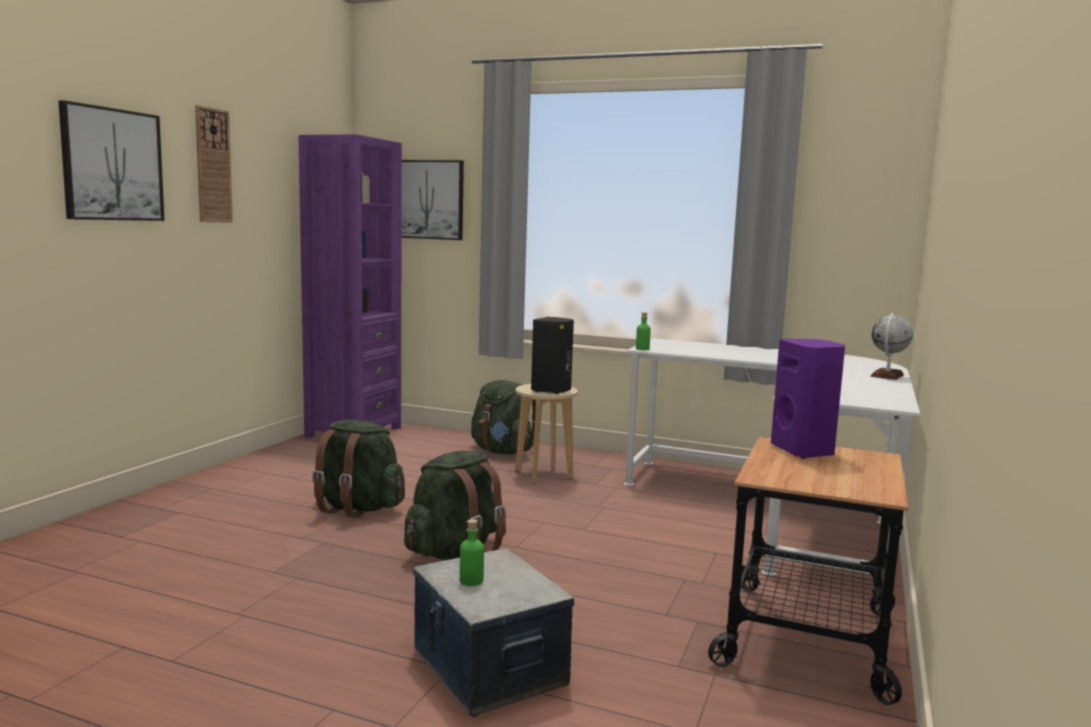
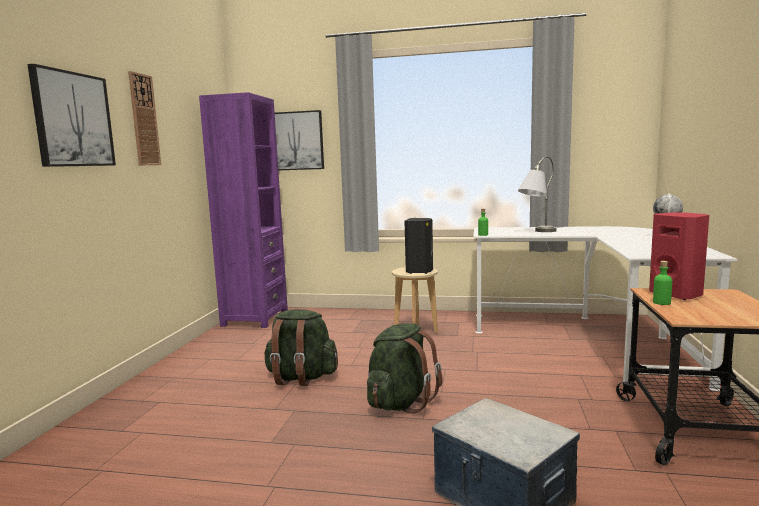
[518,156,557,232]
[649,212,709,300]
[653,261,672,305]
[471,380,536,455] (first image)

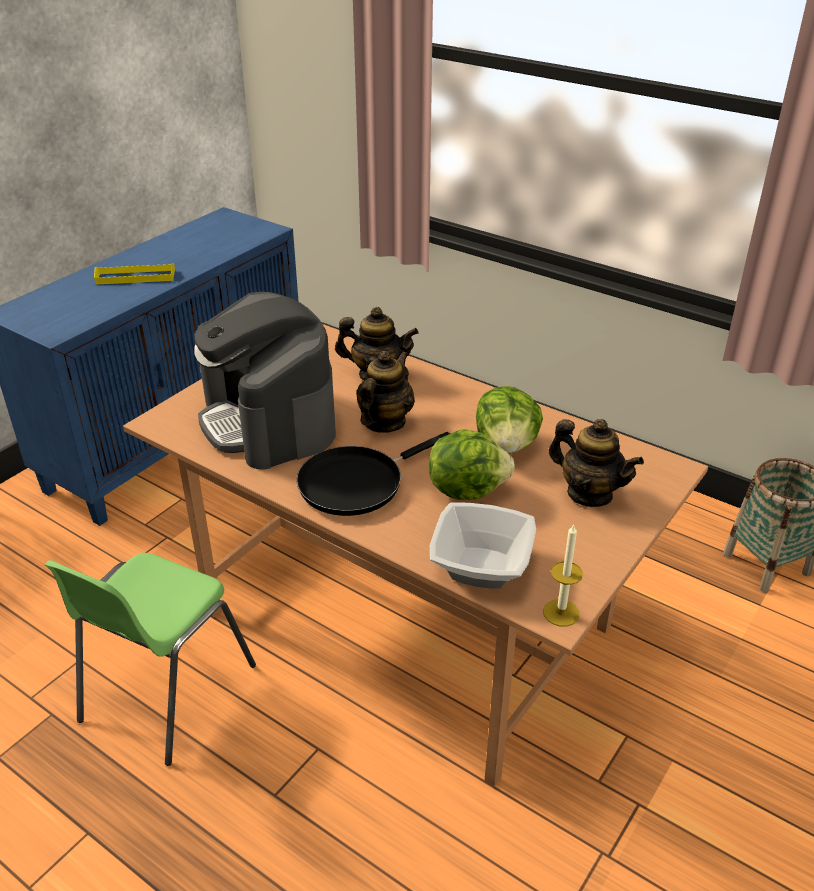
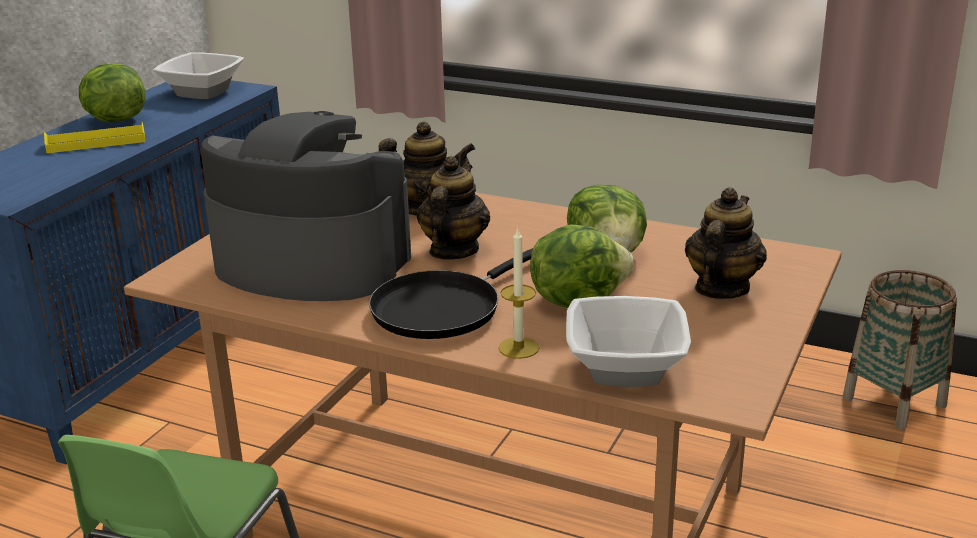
[79,63,145,122]
[153,52,244,99]
[200,111,411,301]
[498,227,539,359]
[685,187,767,299]

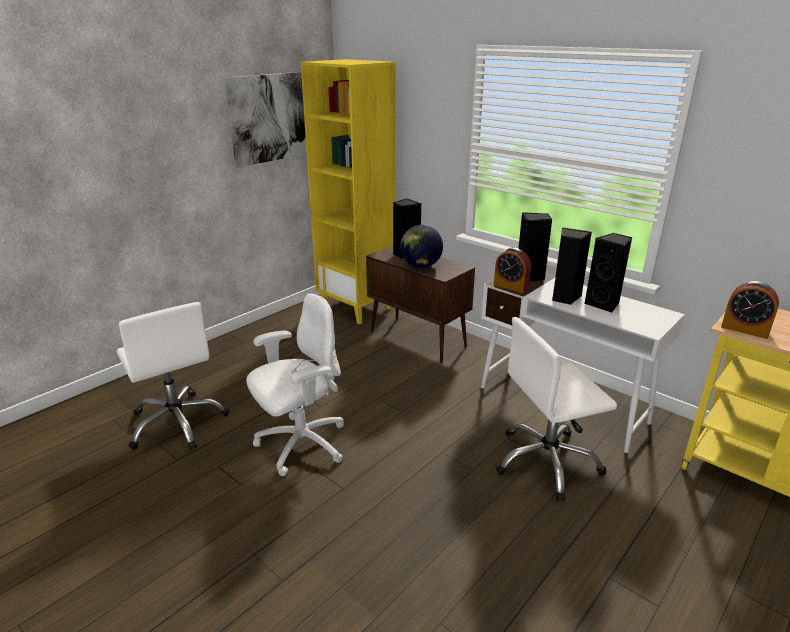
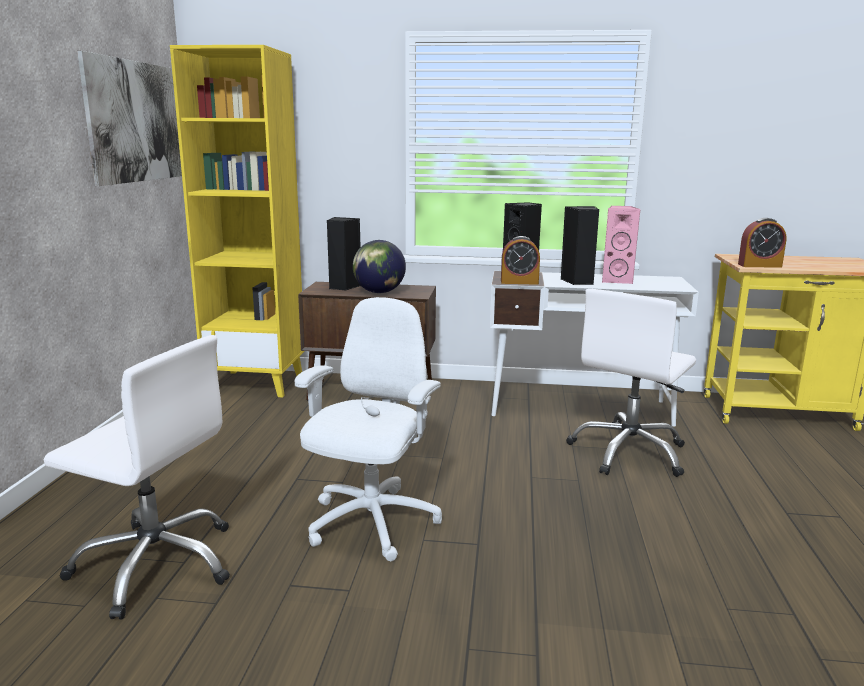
[602,206,640,284]

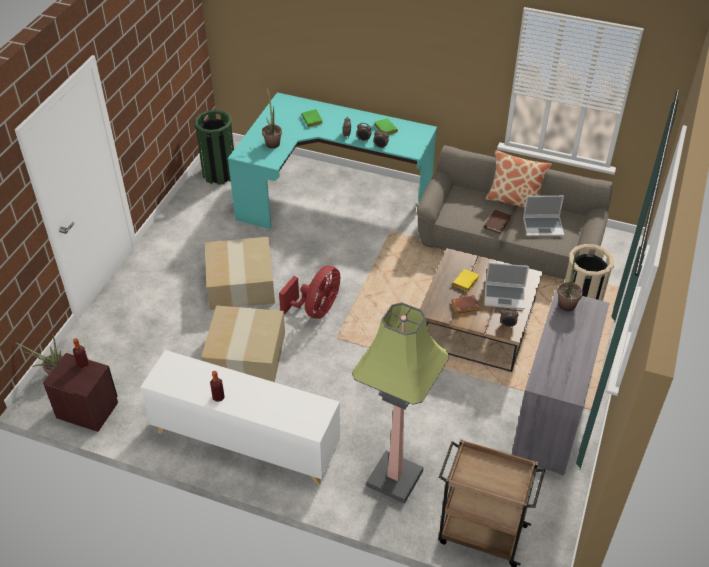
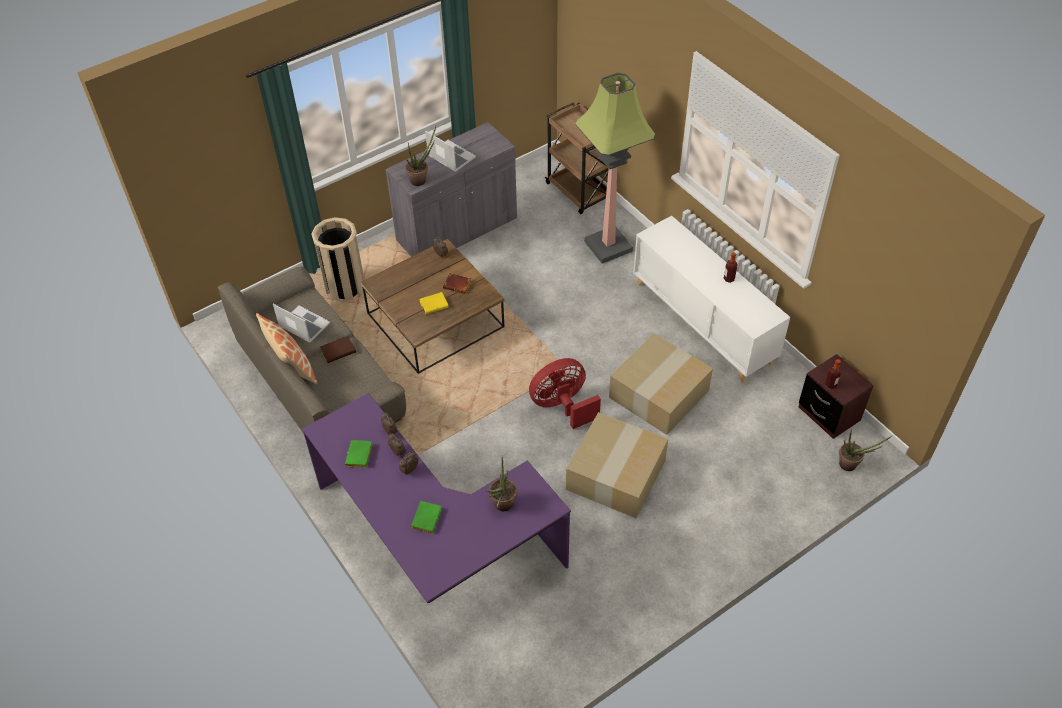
[302,393,571,603]
[425,131,476,172]
[194,110,234,185] (first image)

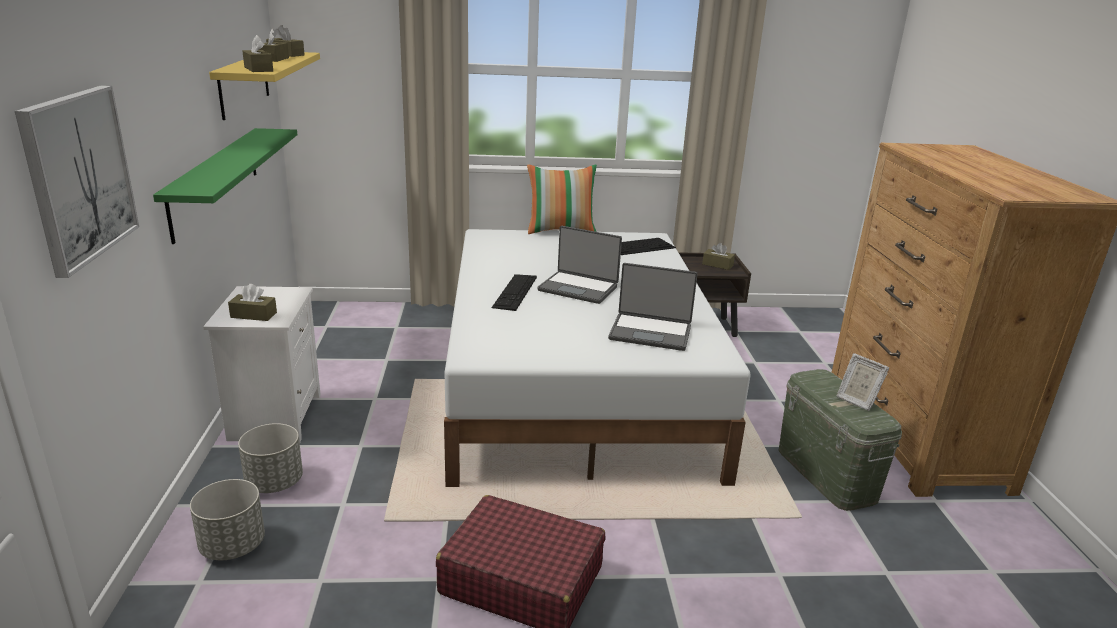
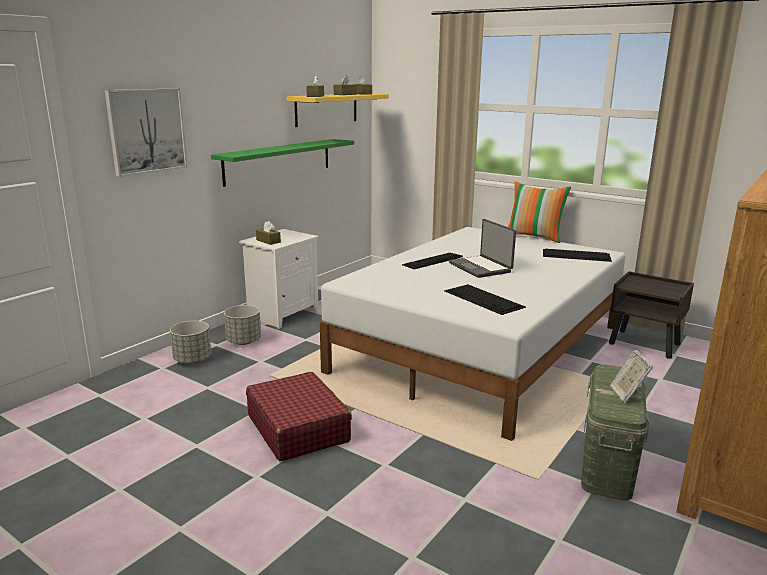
[444,284,526,315]
[702,243,735,270] (first image)

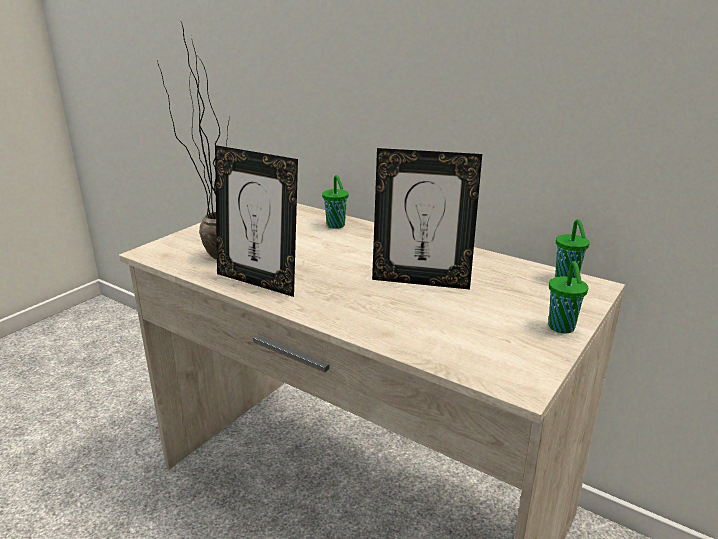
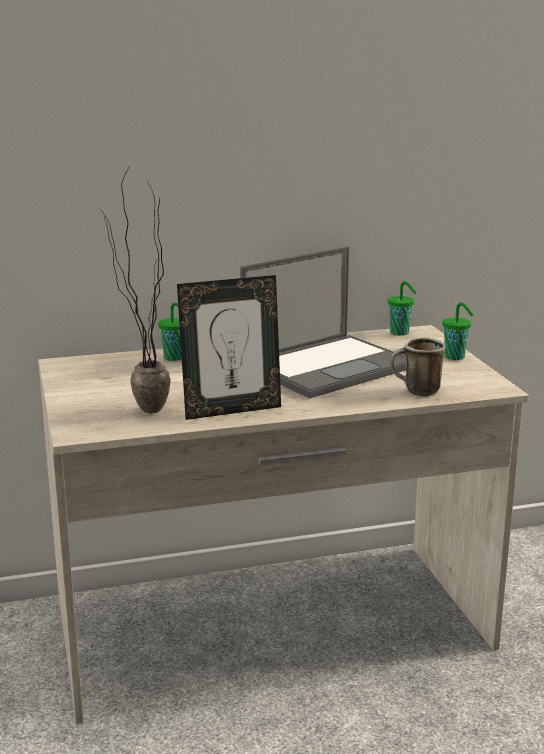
[240,246,406,398]
[390,337,445,396]

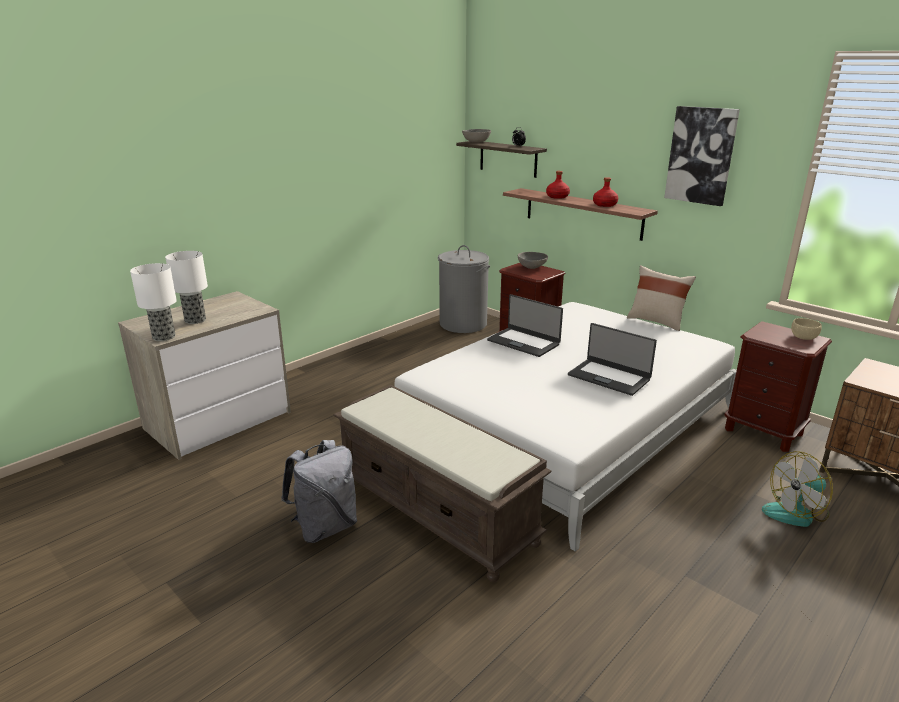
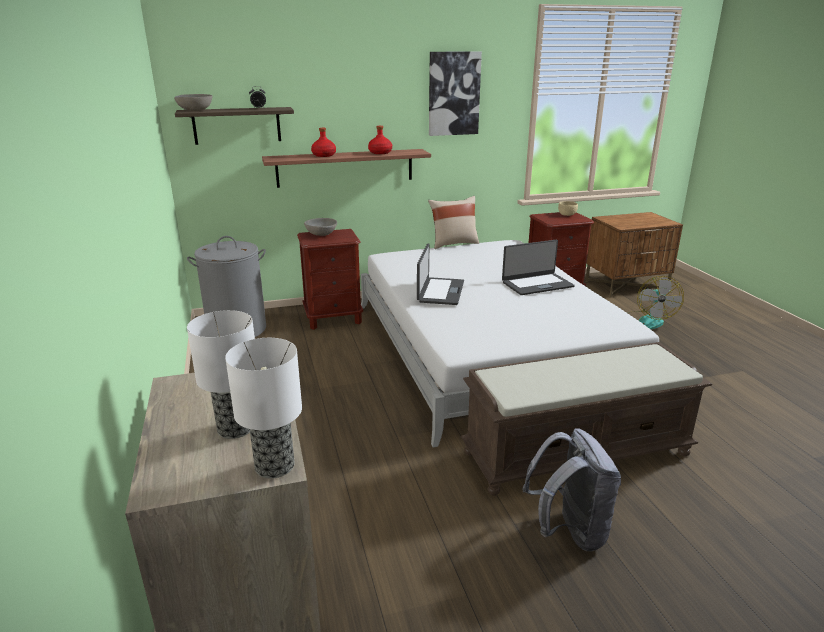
[417,244,464,305]

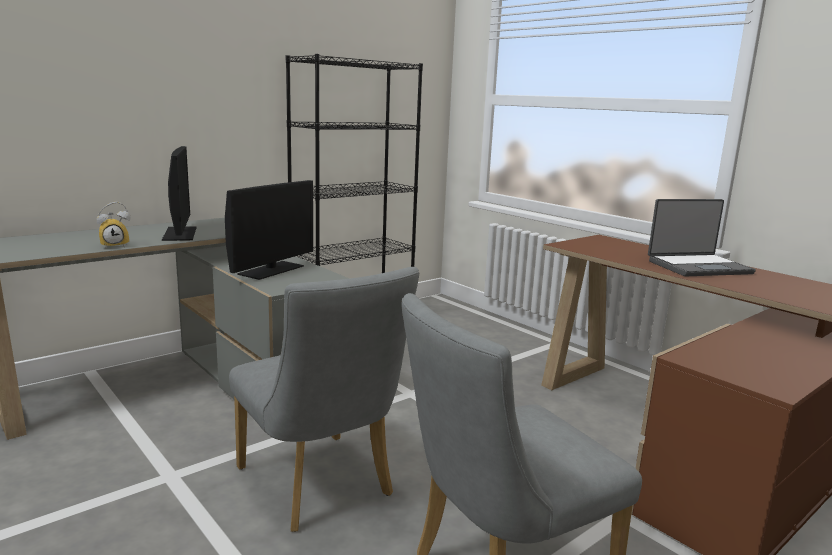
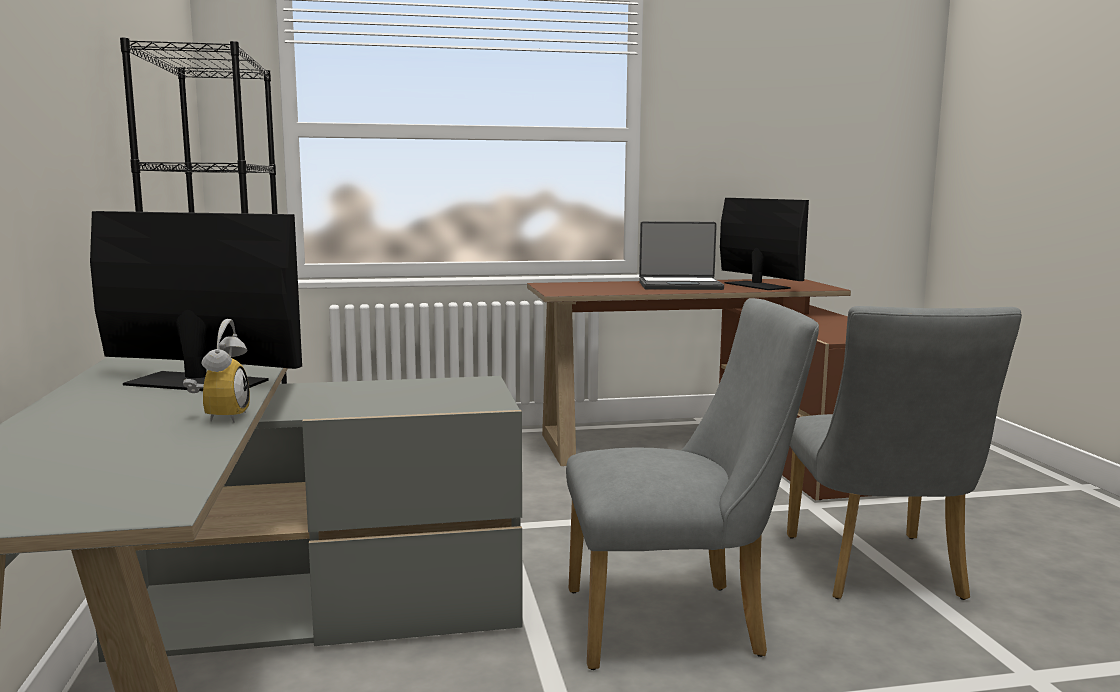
[639,221,724,290]
[720,198,809,290]

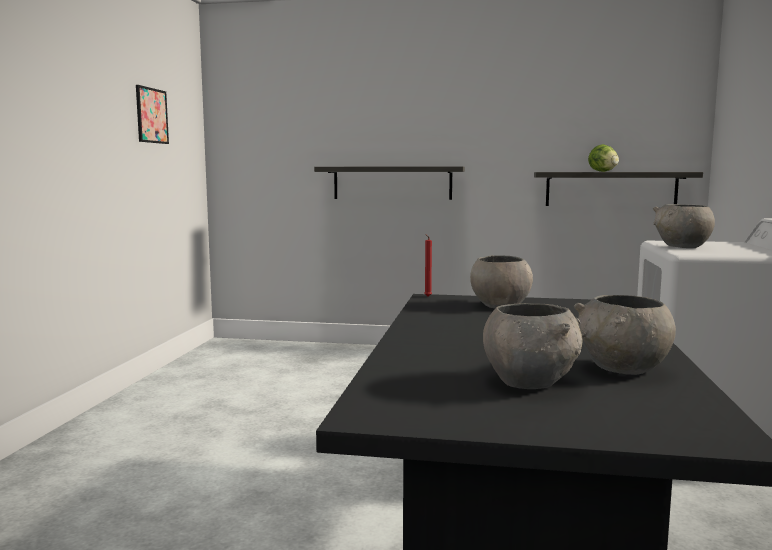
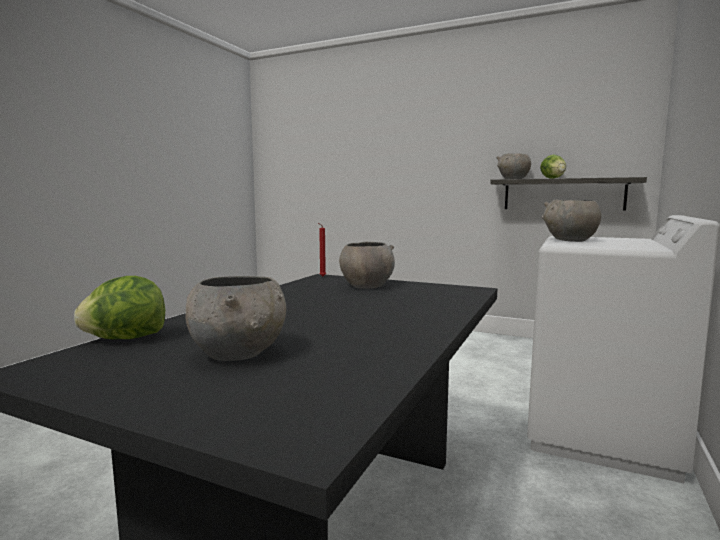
[74,276,165,339]
[496,153,531,179]
[136,85,169,144] (first image)
[314,166,465,200] (first image)

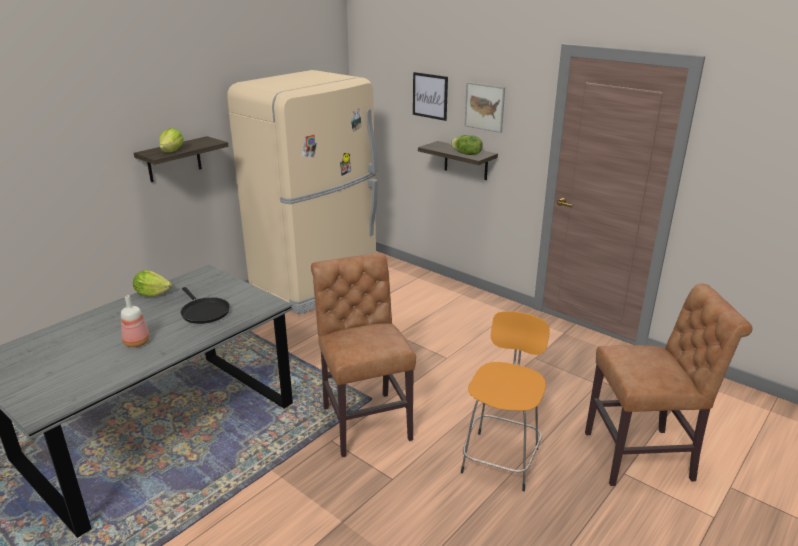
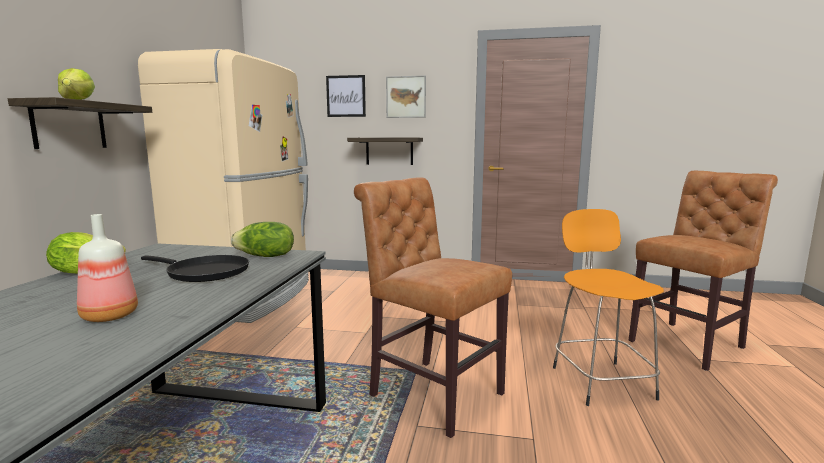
[231,222,294,257]

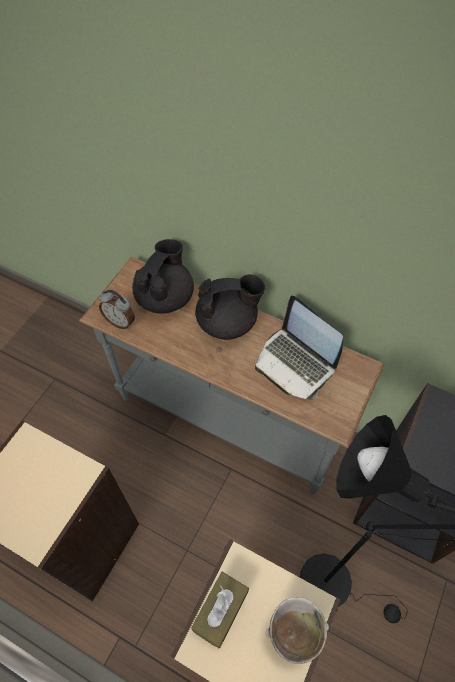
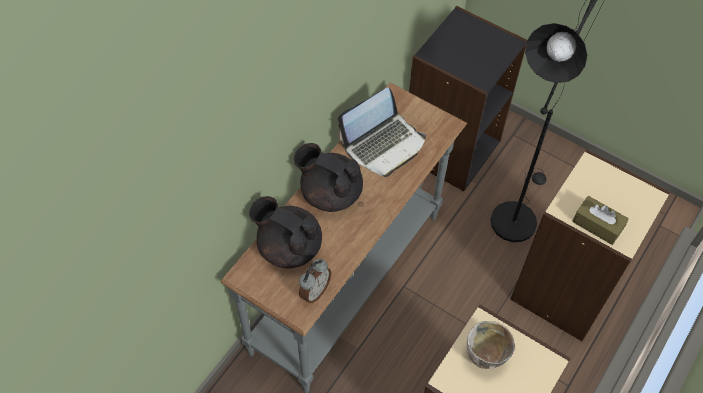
[294,143,363,212]
[467,321,515,369]

